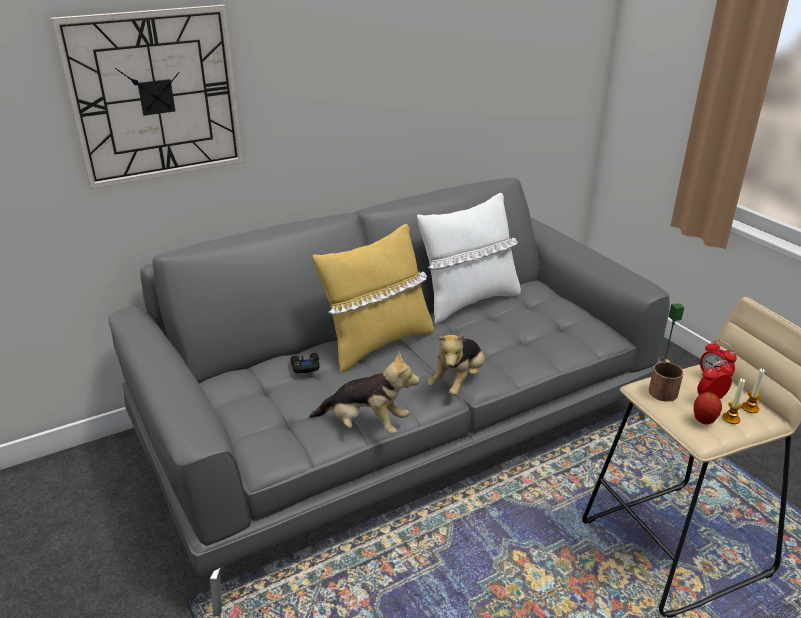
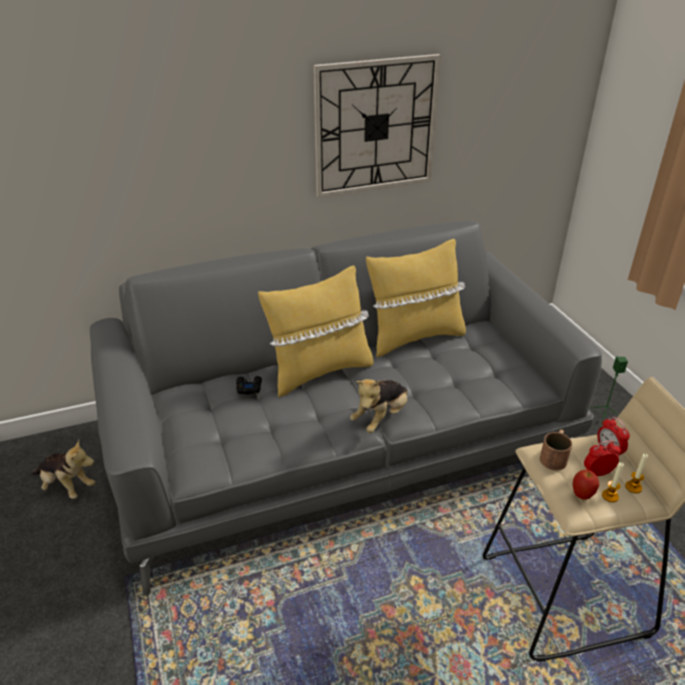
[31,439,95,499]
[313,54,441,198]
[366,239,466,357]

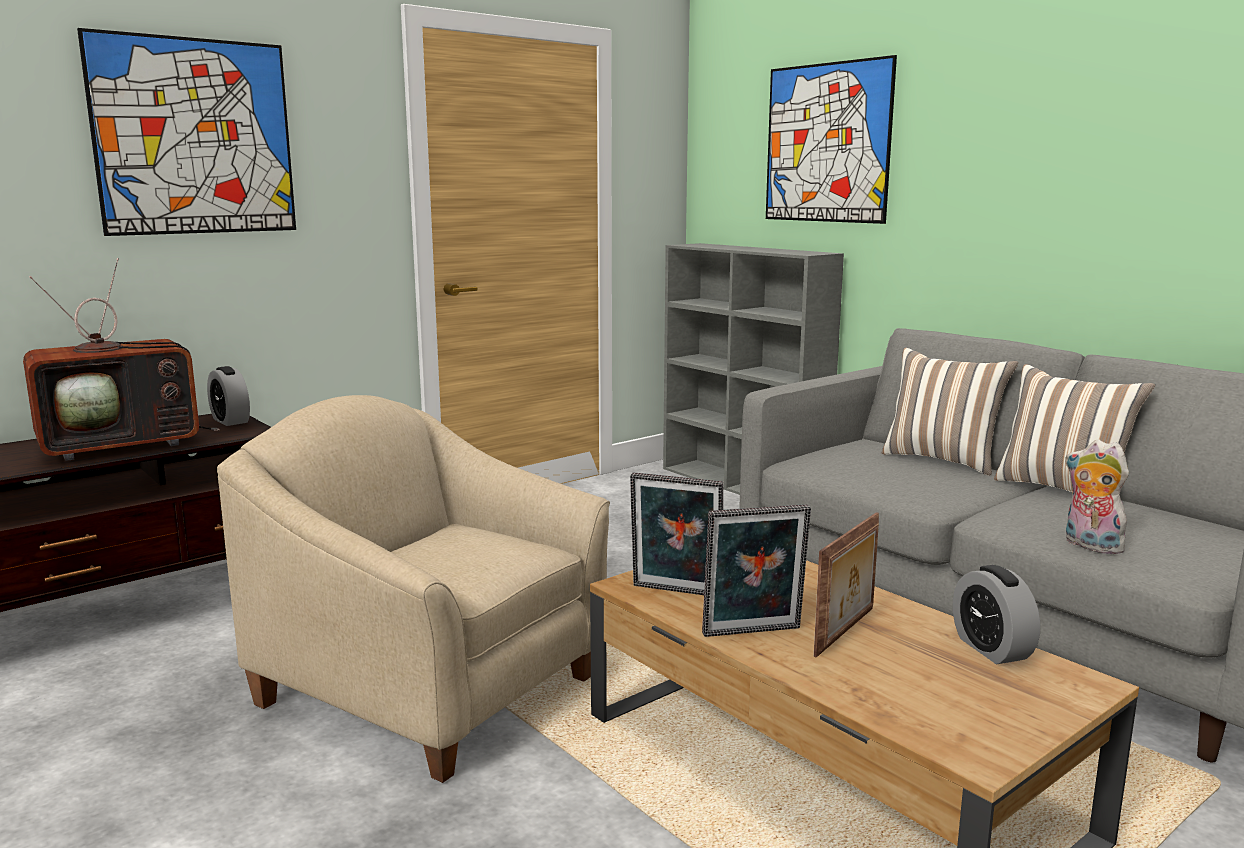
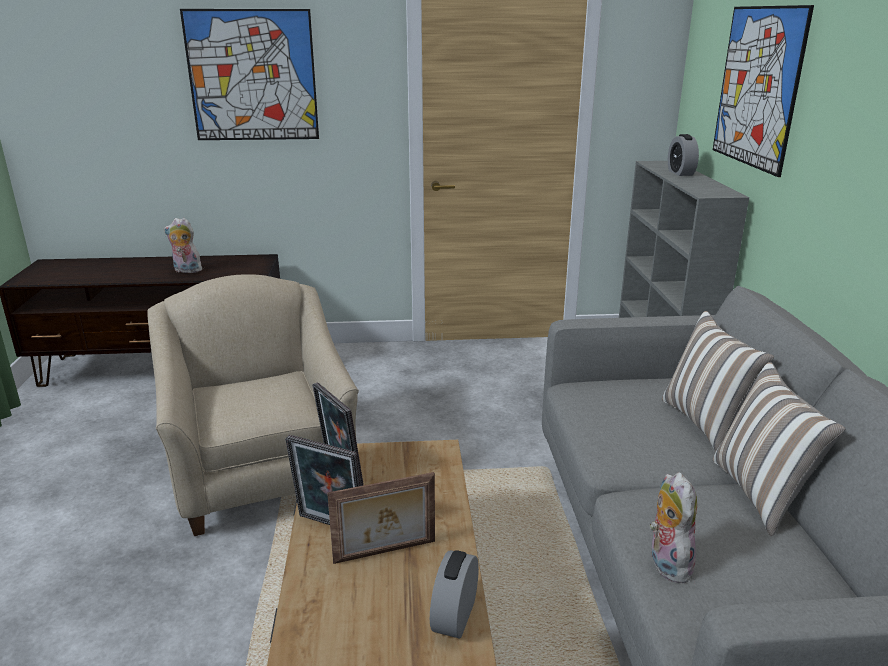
[164,218,202,273]
[668,134,699,176]

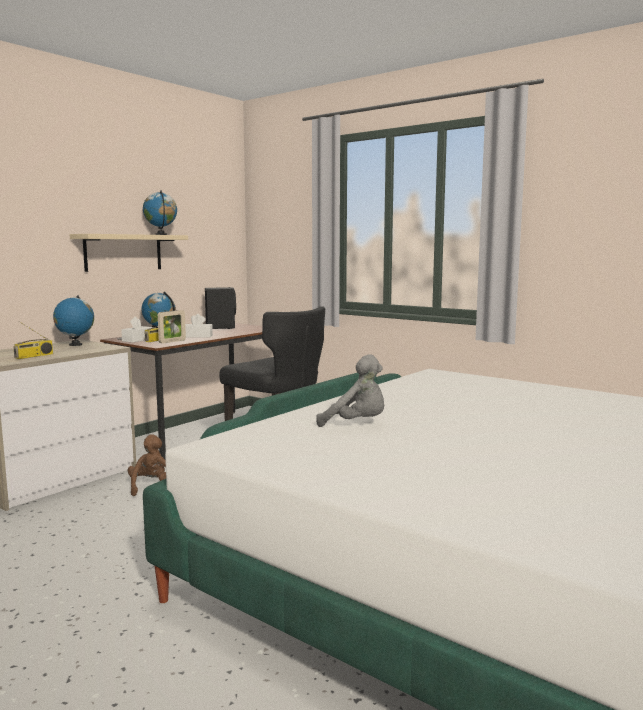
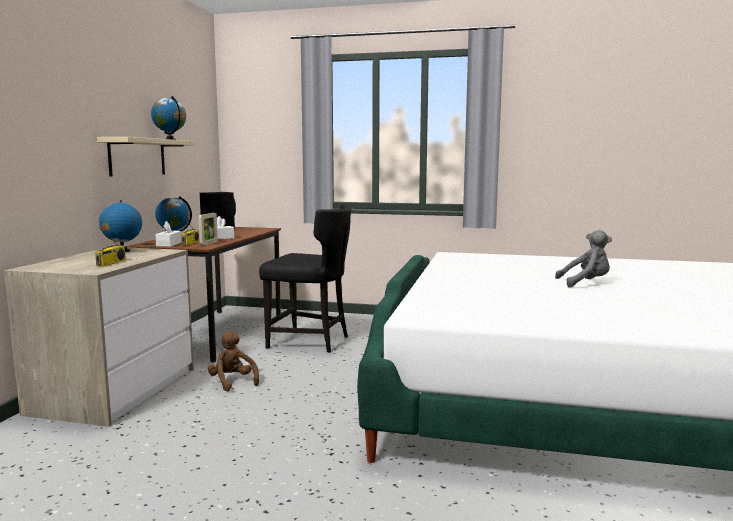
[555,230,612,288]

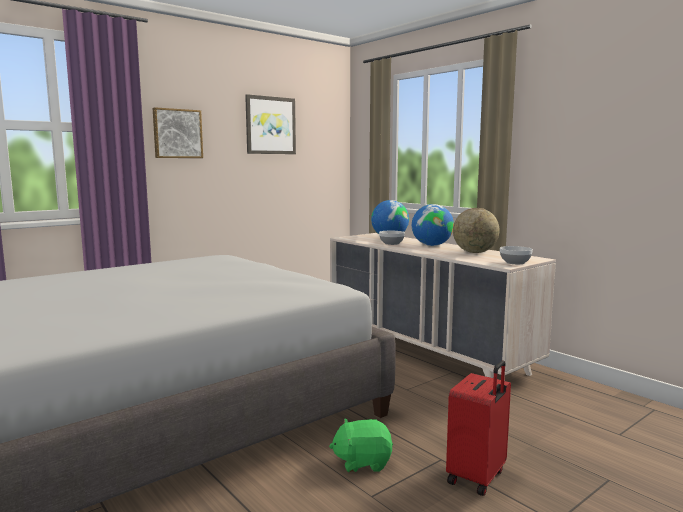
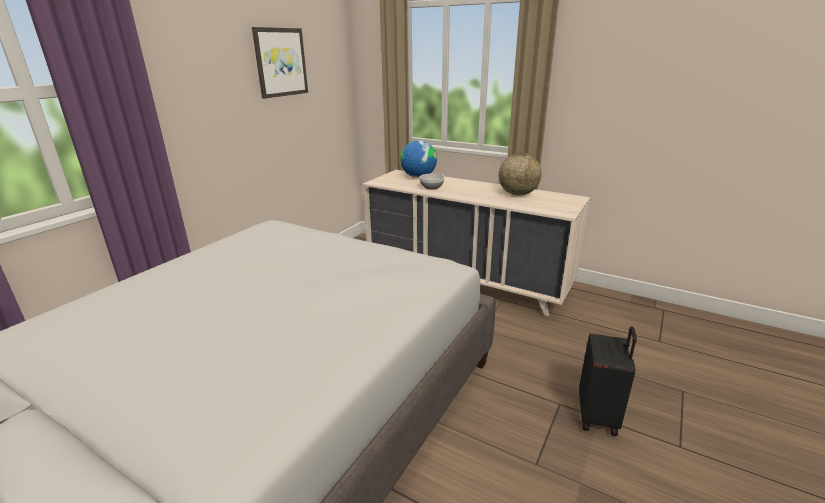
[579,326,637,436]
[153,107,203,158] (first image)
[329,418,393,473] (first image)
[412,204,454,246] (first image)
[500,246,533,264] (first image)

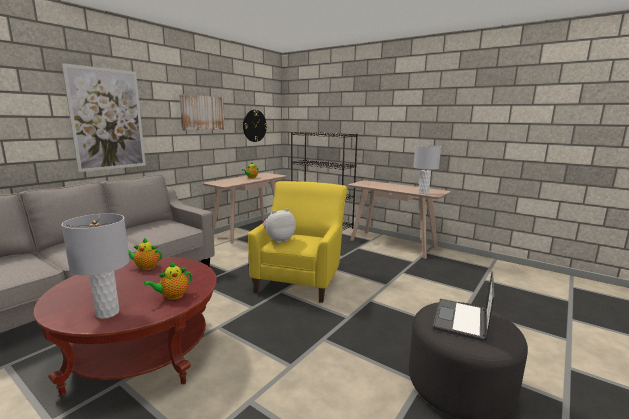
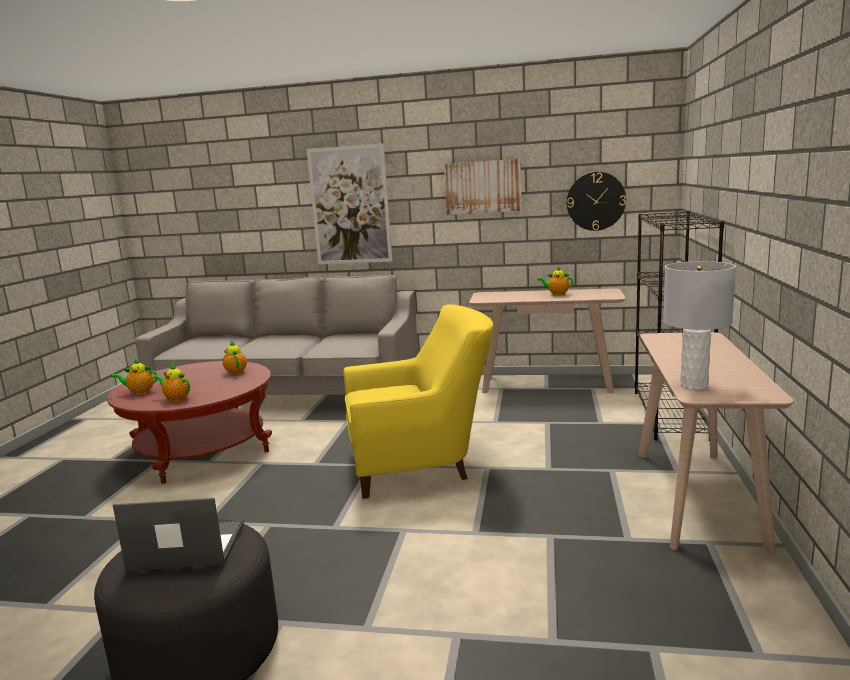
[111,358,158,395]
[263,209,296,243] (first image)

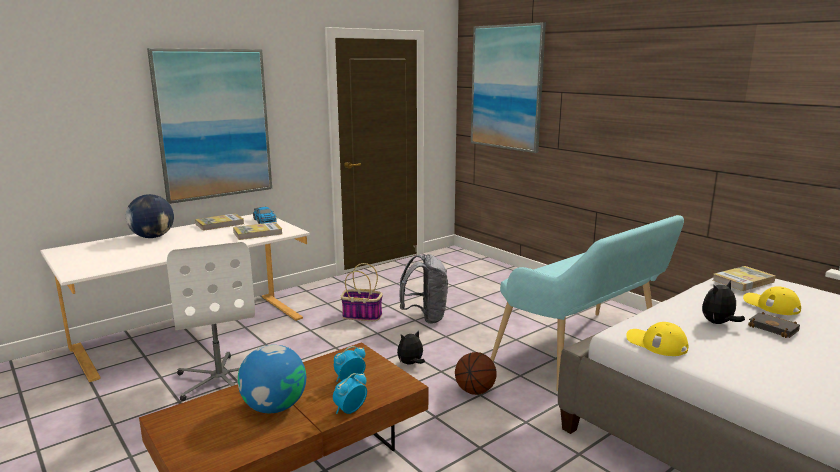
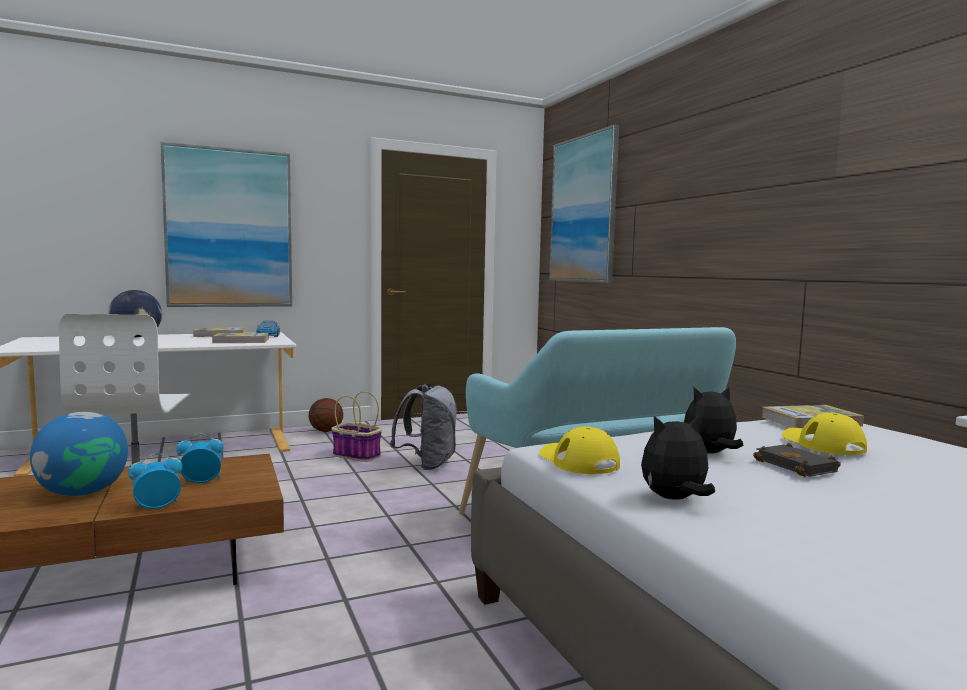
[309,398,343,432]
[641,414,715,500]

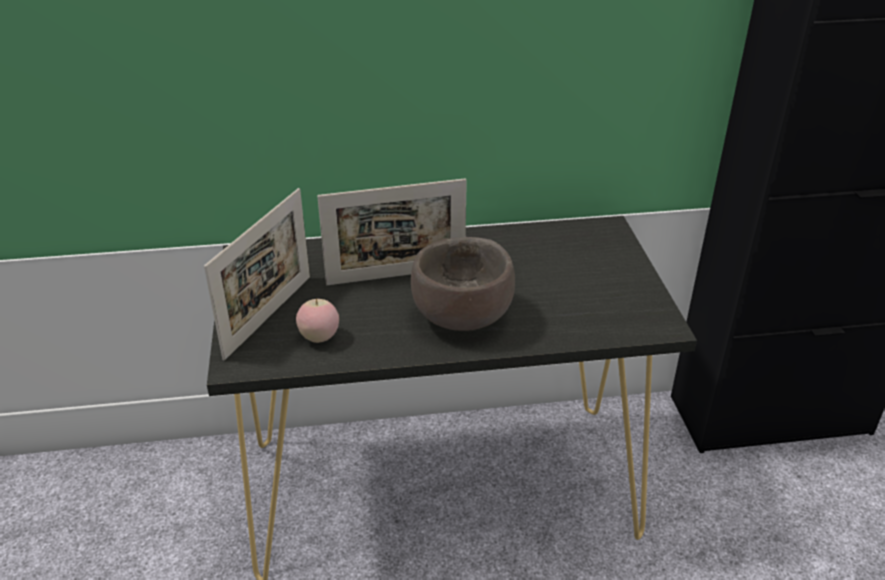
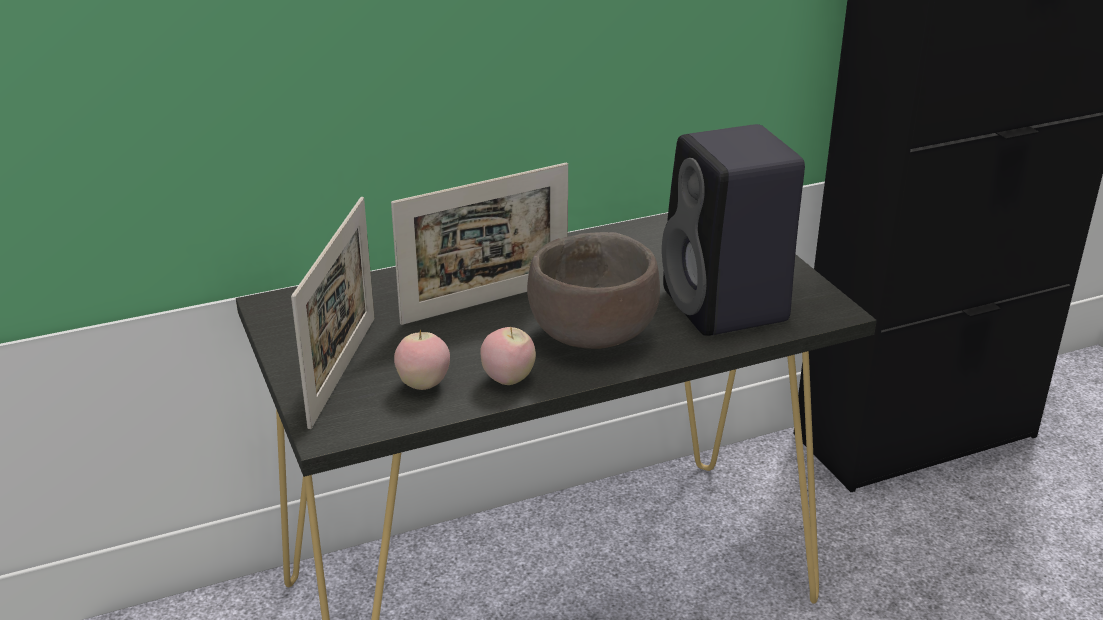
[480,326,536,385]
[662,124,805,336]

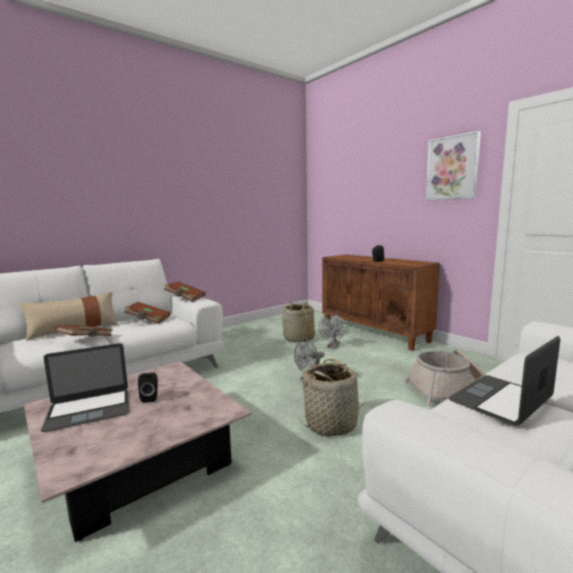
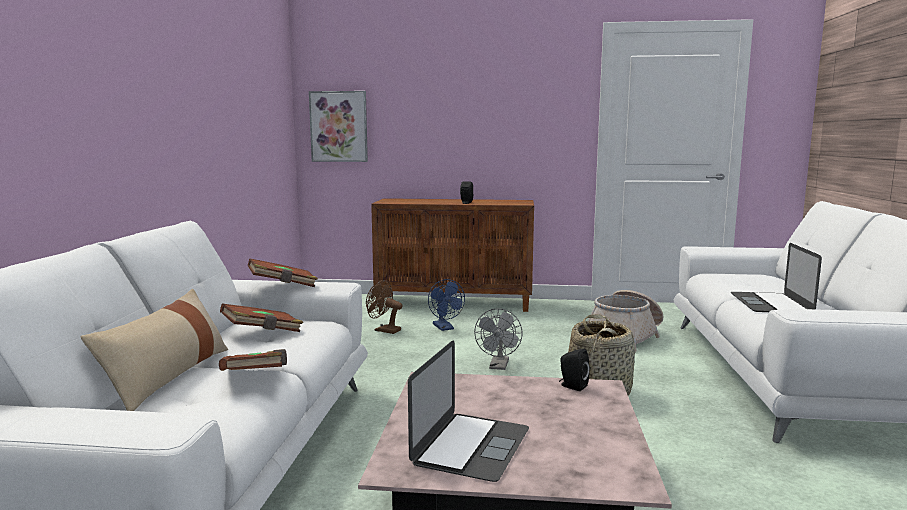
[309,91,368,162]
[366,280,403,334]
[428,279,465,331]
[559,349,590,391]

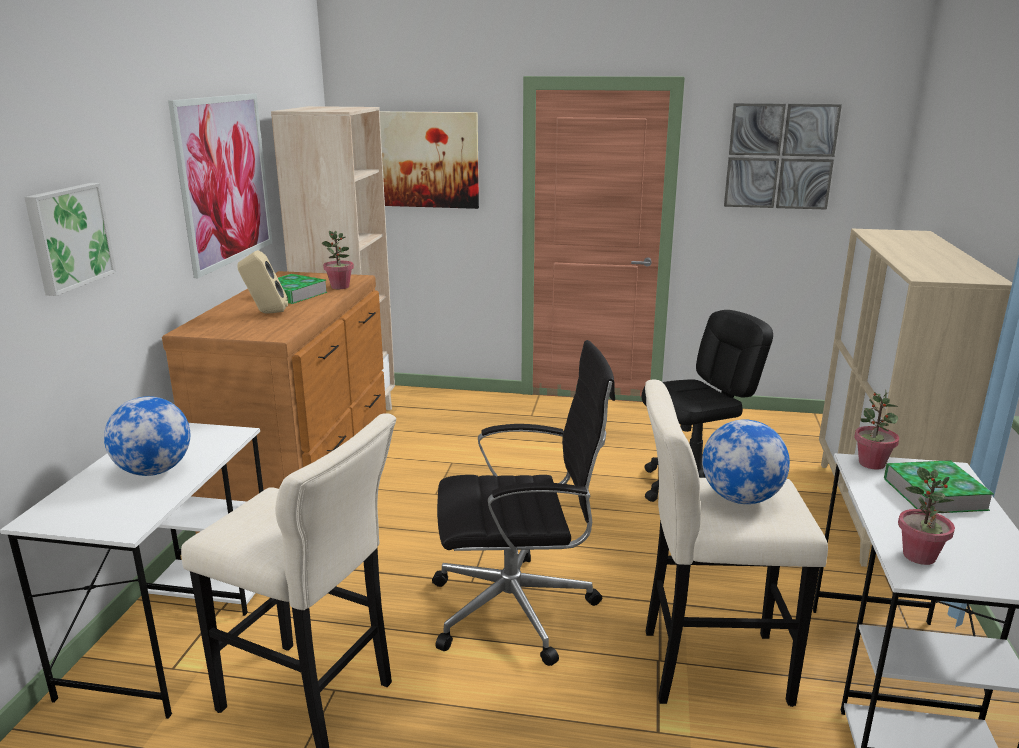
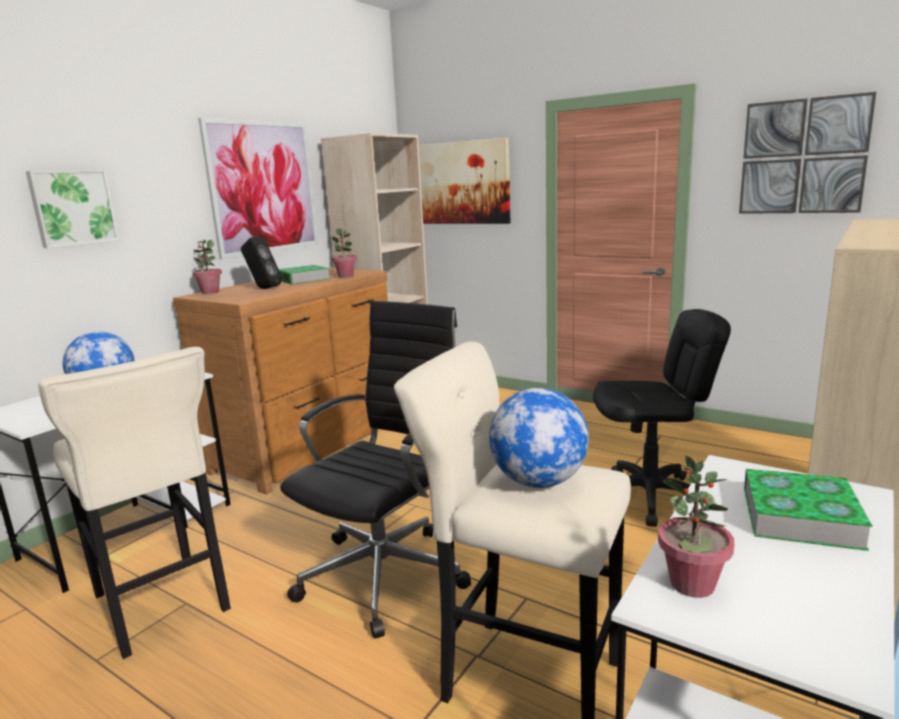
[193,240,222,294]
[241,236,282,289]
[280,301,471,639]

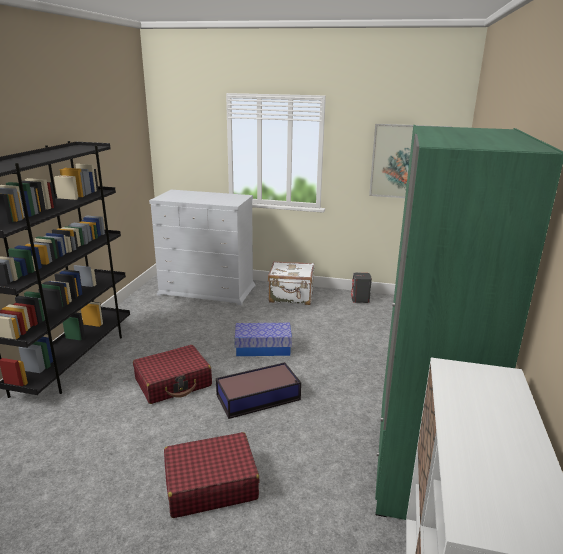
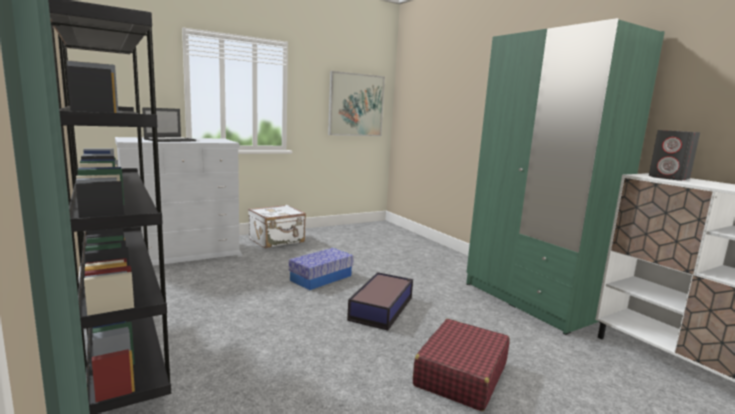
[142,107,196,142]
[649,130,700,181]
[133,345,212,404] (first image)

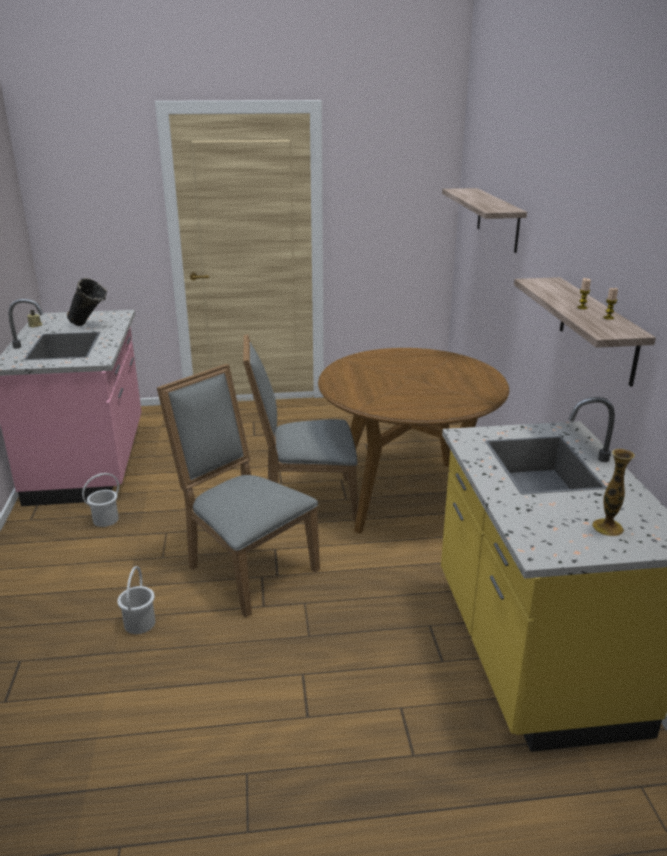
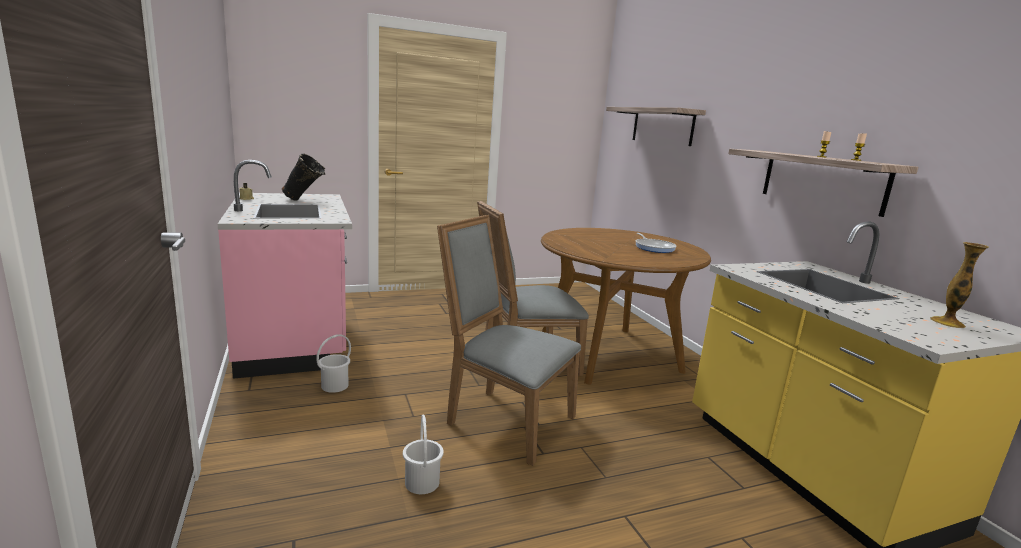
[635,233,677,253]

